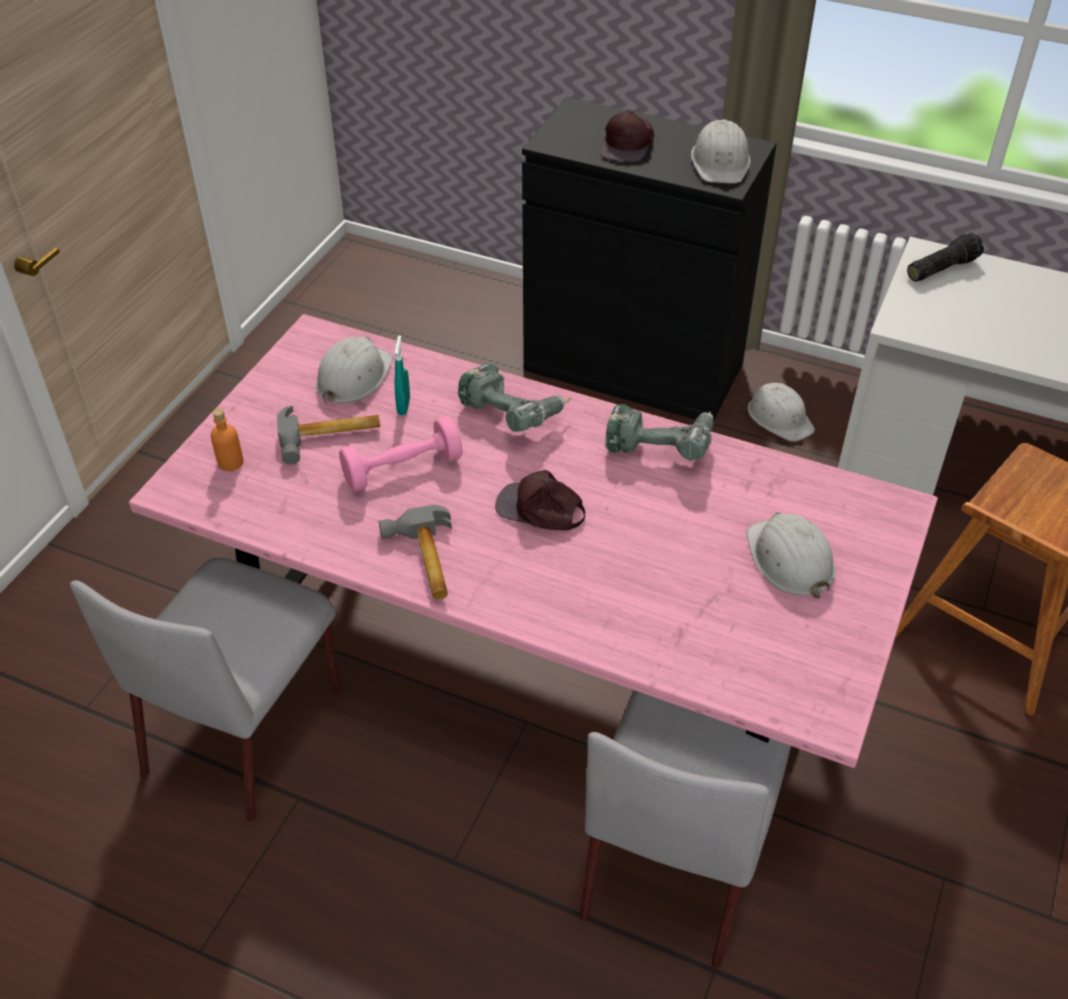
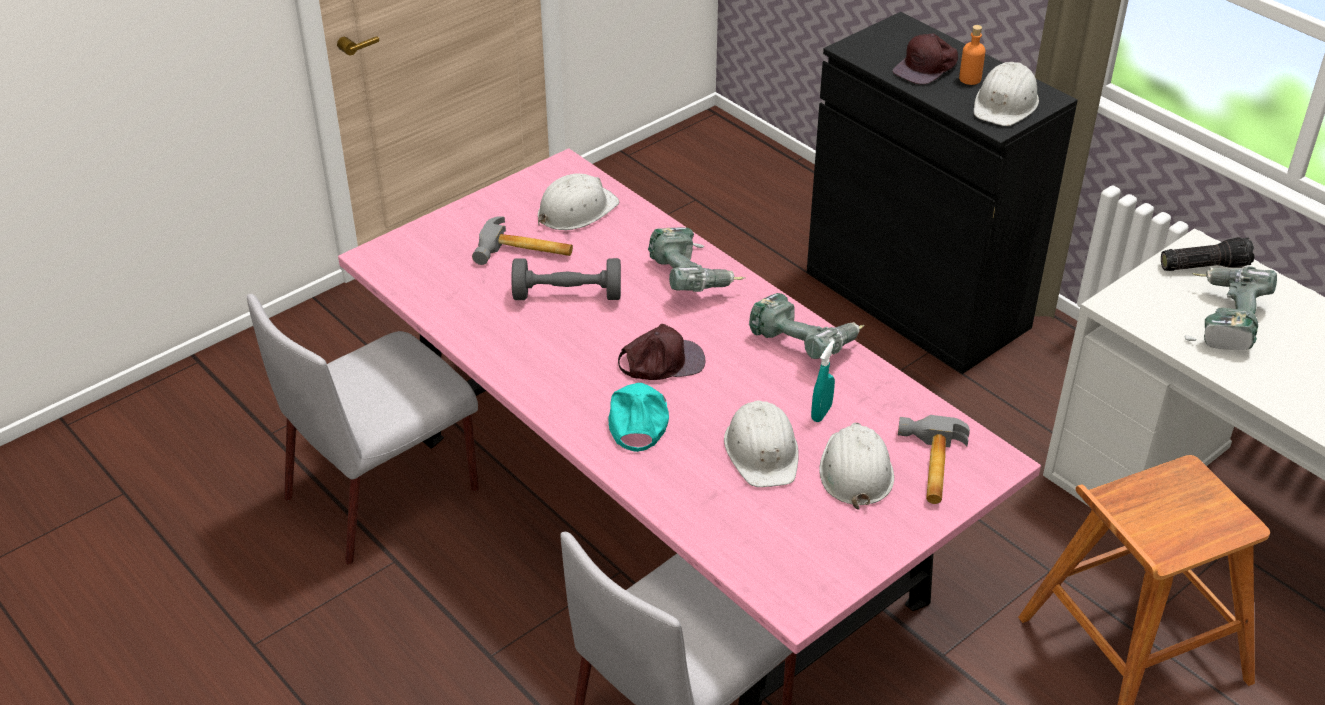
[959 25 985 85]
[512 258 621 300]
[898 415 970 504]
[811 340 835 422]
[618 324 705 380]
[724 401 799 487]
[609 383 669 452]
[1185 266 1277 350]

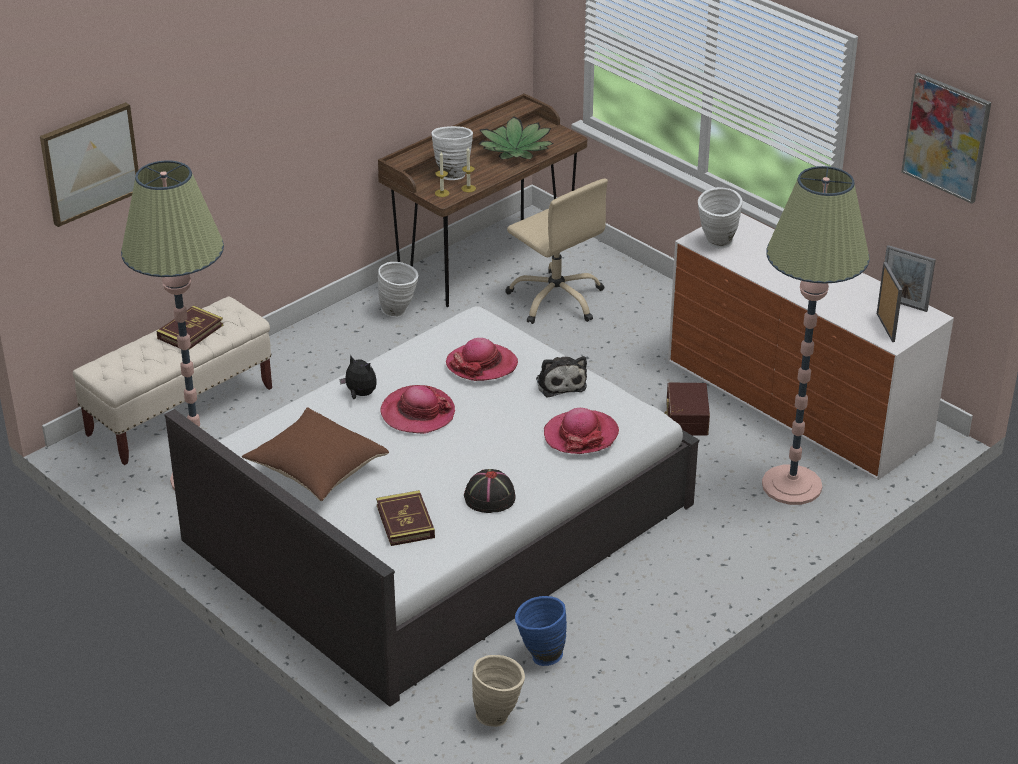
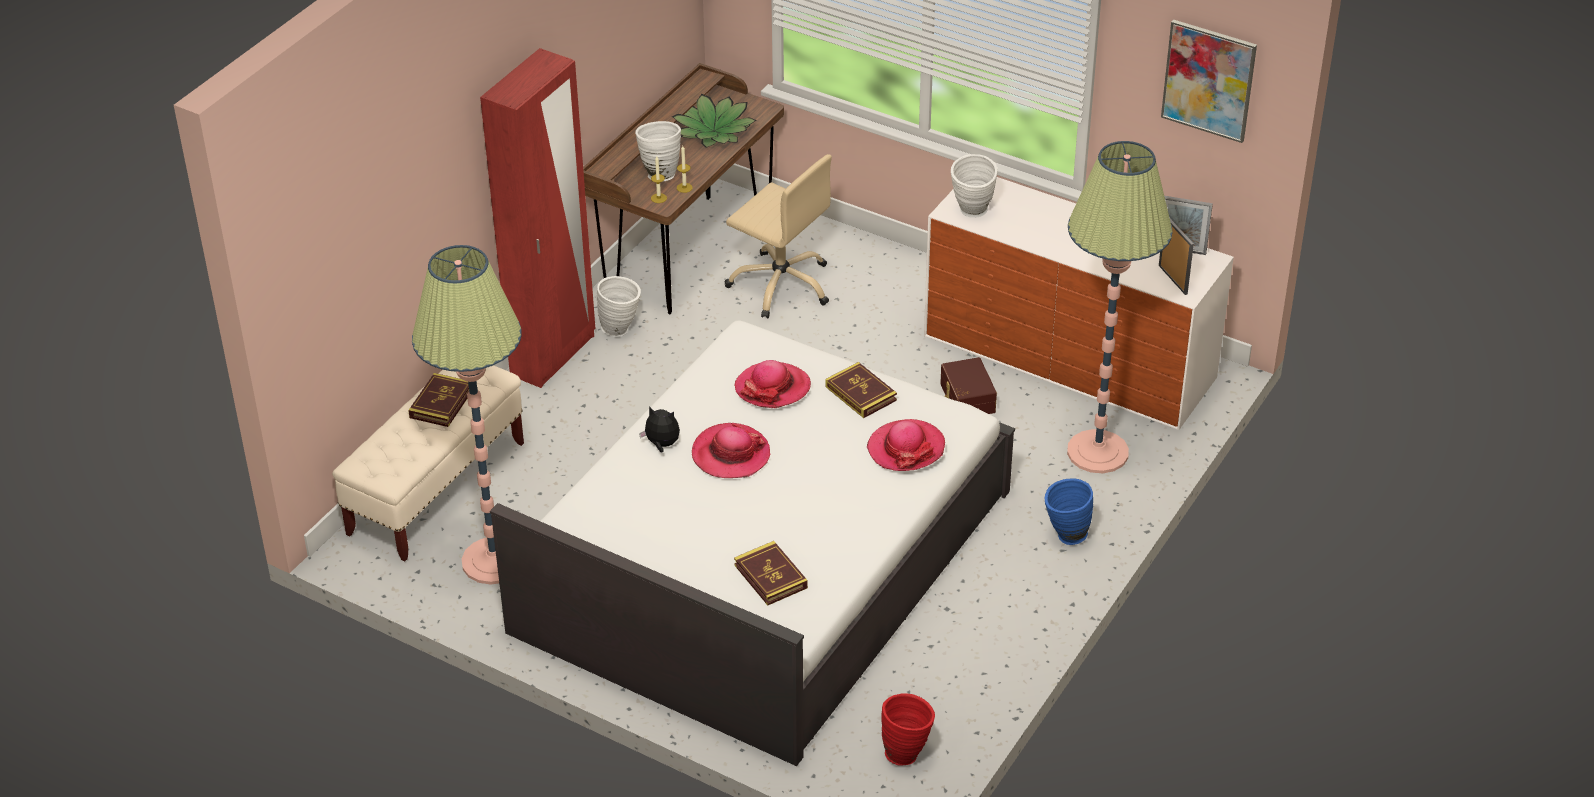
[40 102 139 227] (first image)
[242 408 389 501] (first image)
[464 469 516 513] (first image)
[881 693 935 765]
[1045 478 1093 545]
[825 362 897 418]
[480 48 595 388]

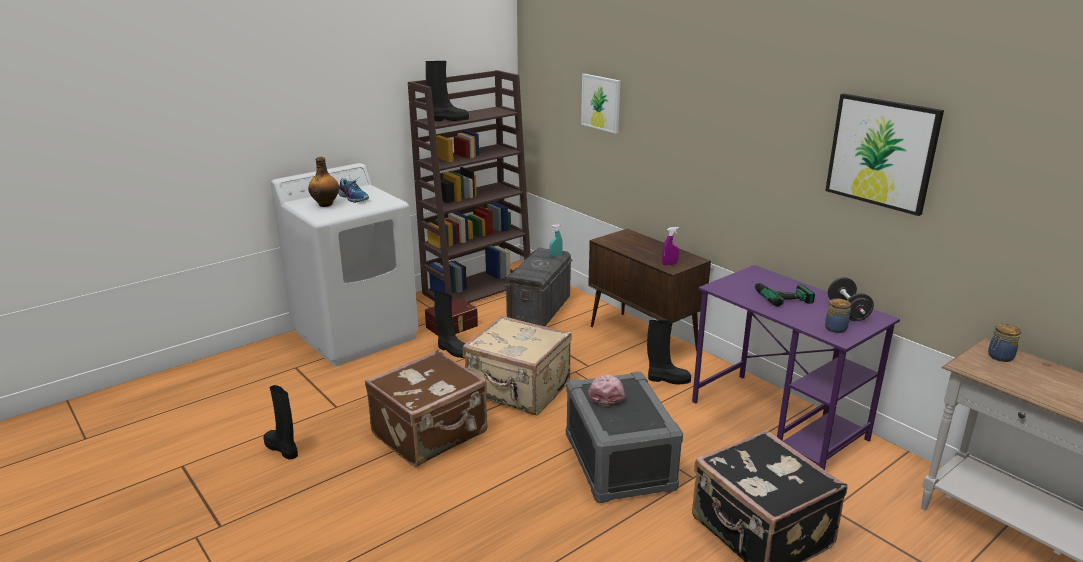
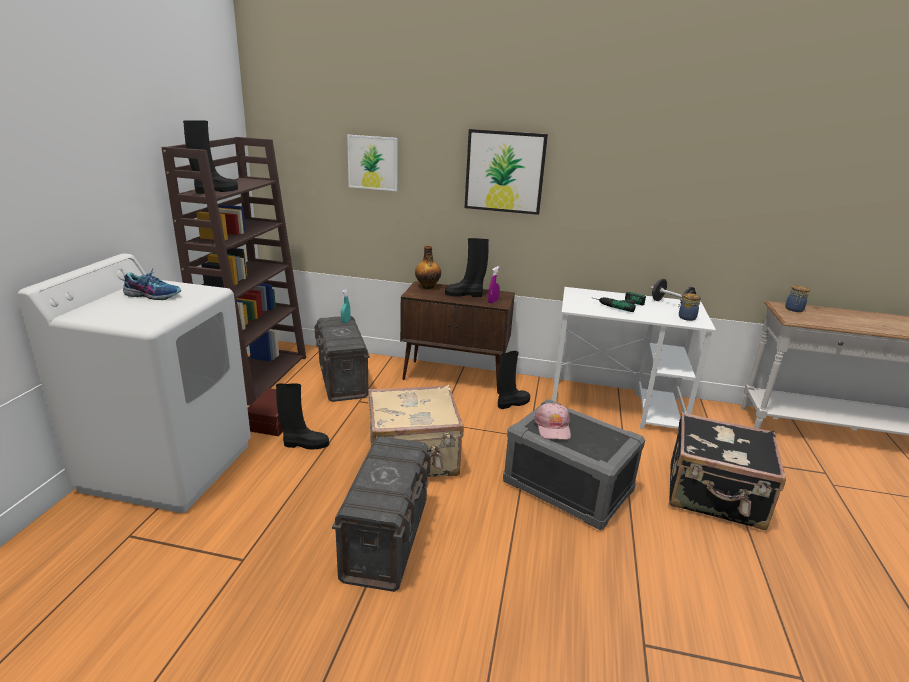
[445 238 489 297]
[415 245 441 289]
[332 436 431 592]
[534 403 571 440]
[552 287 716 429]
[465 129 548 215]

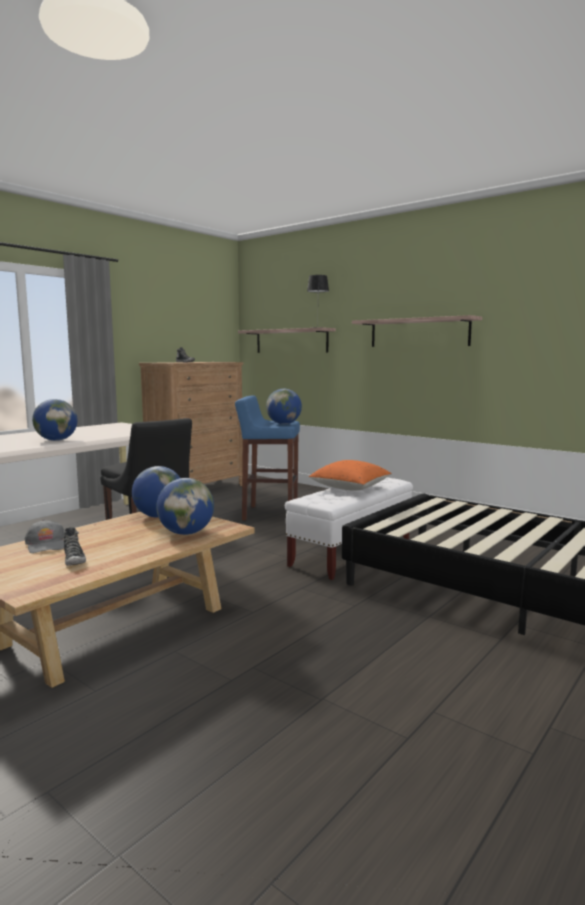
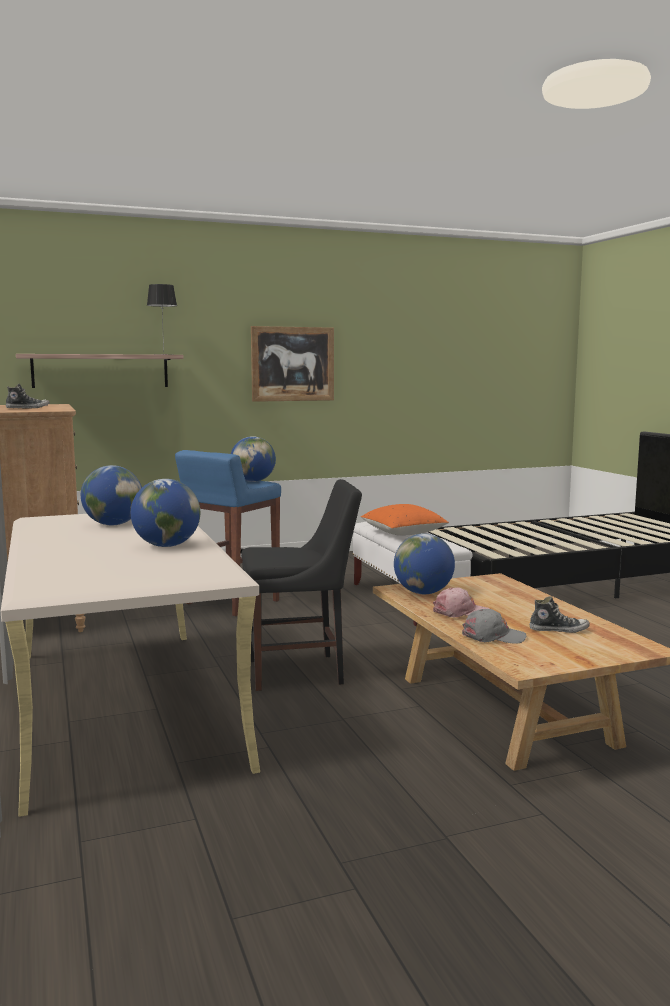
[81 465 142 525]
[251 326 334 402]
[433 588 490 618]

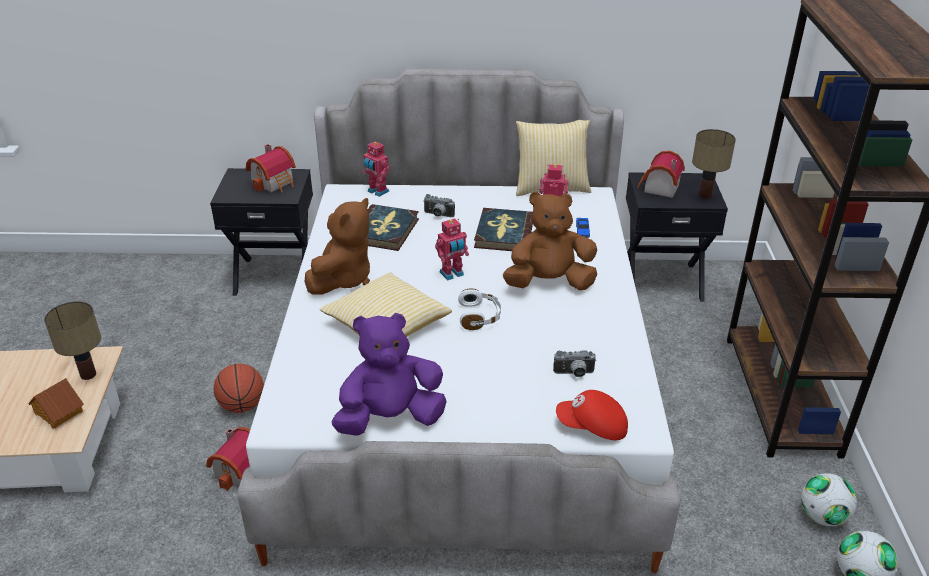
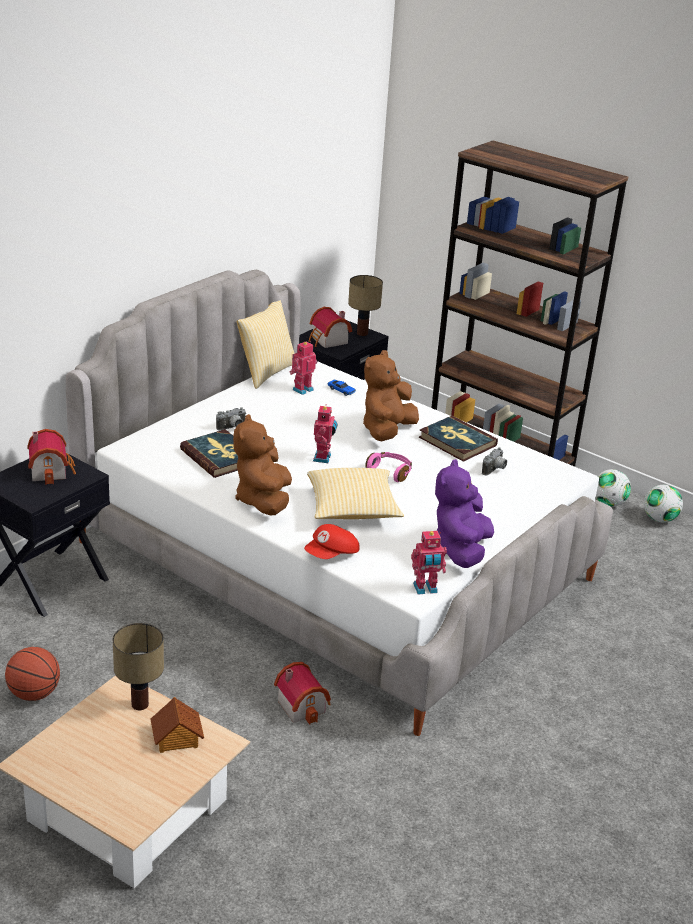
[5 647 60 701]
[233 414 292 515]
[411 531 447 594]
[365 452 412 482]
[419 416 498 462]
[304 524 360 559]

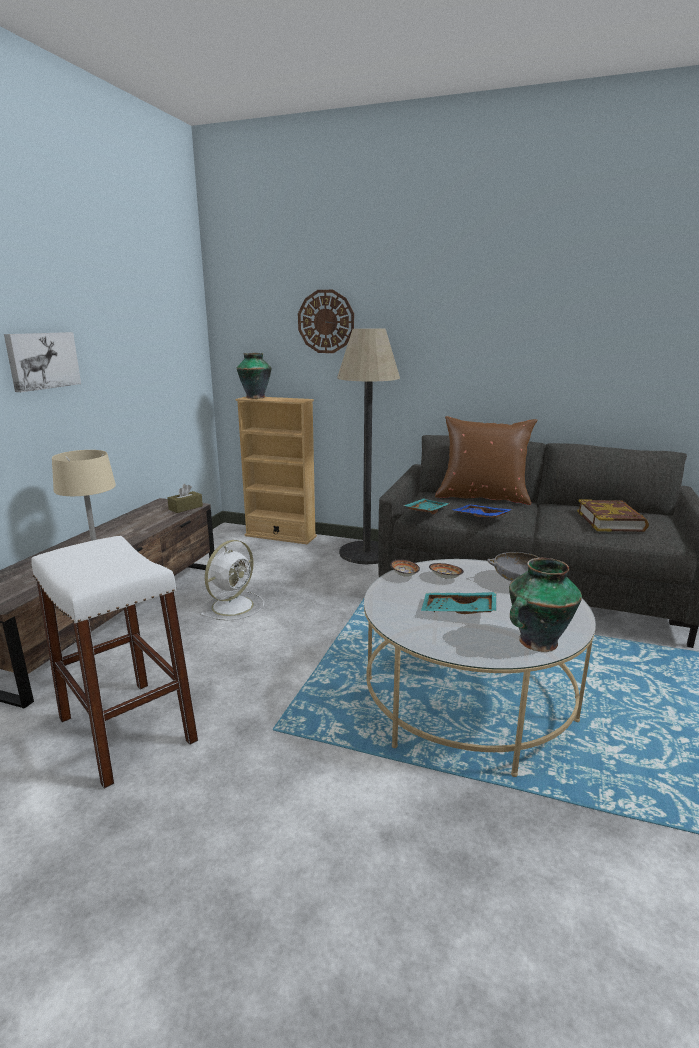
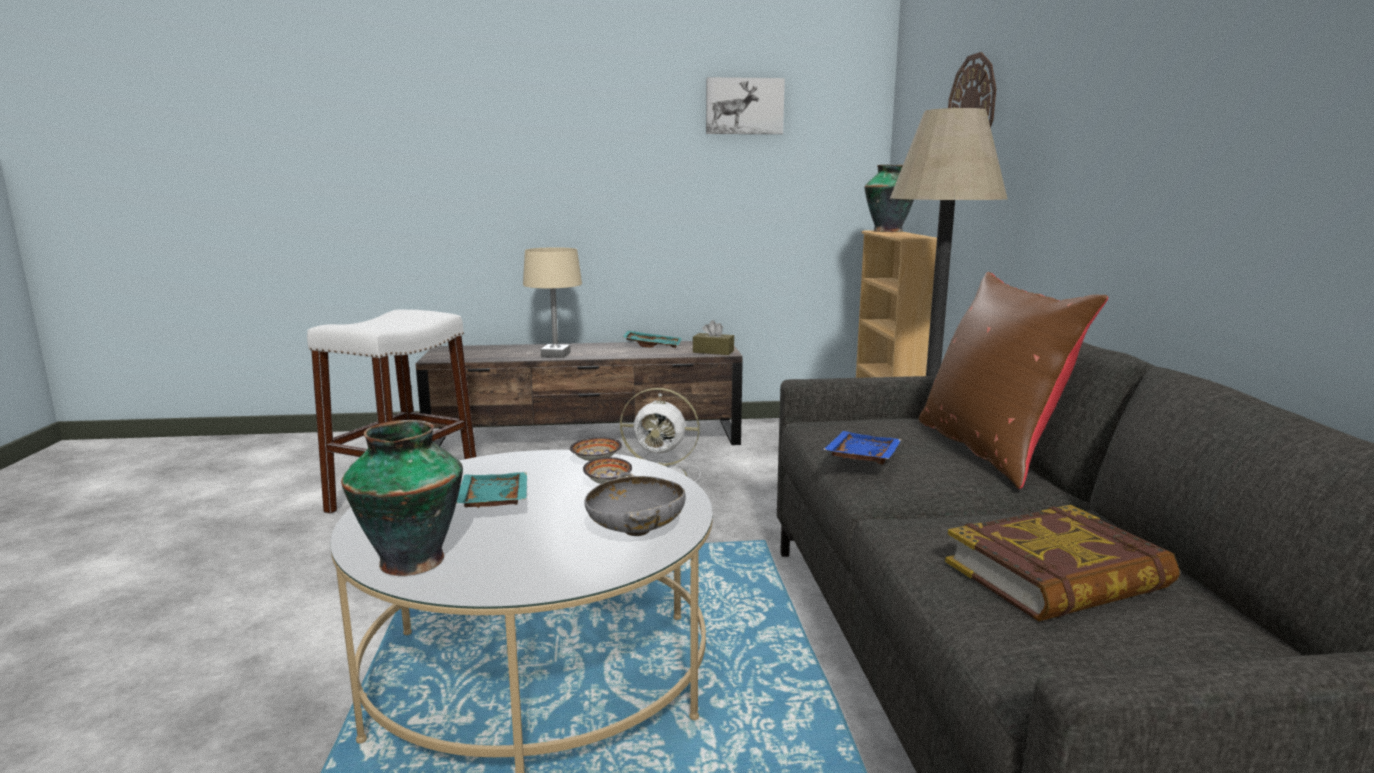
[706 77 785 134]
[623 330 682 348]

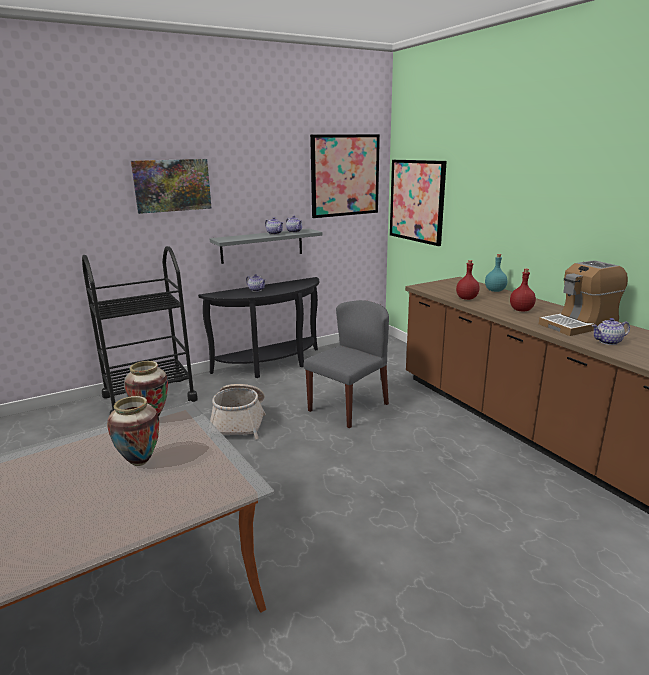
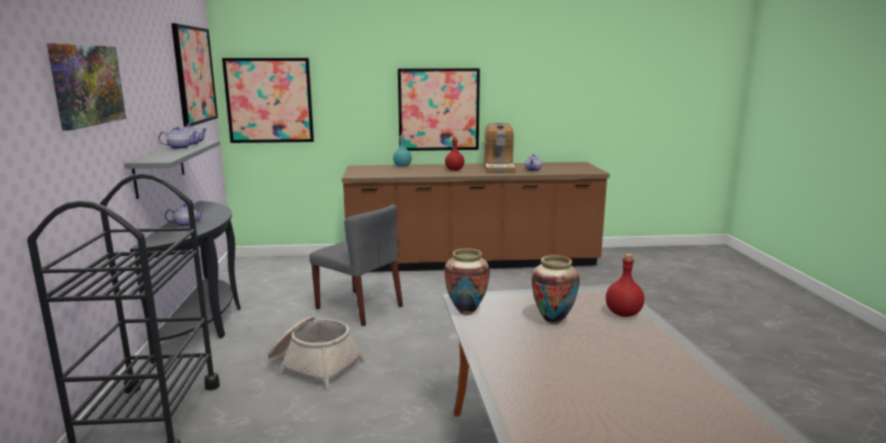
[309 204 403 326]
[606 254 644 317]
[398 68 480 151]

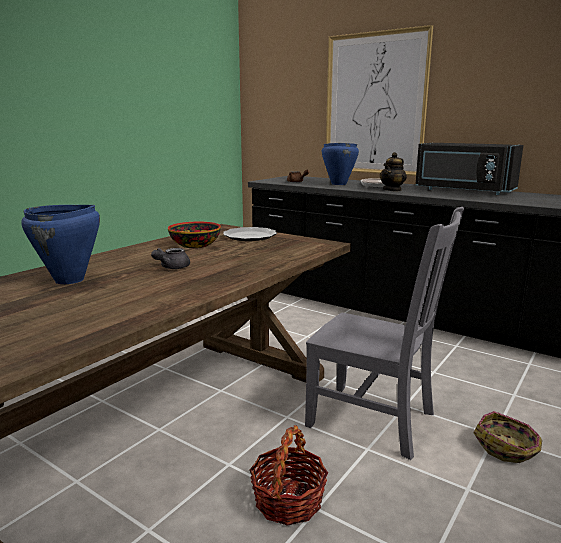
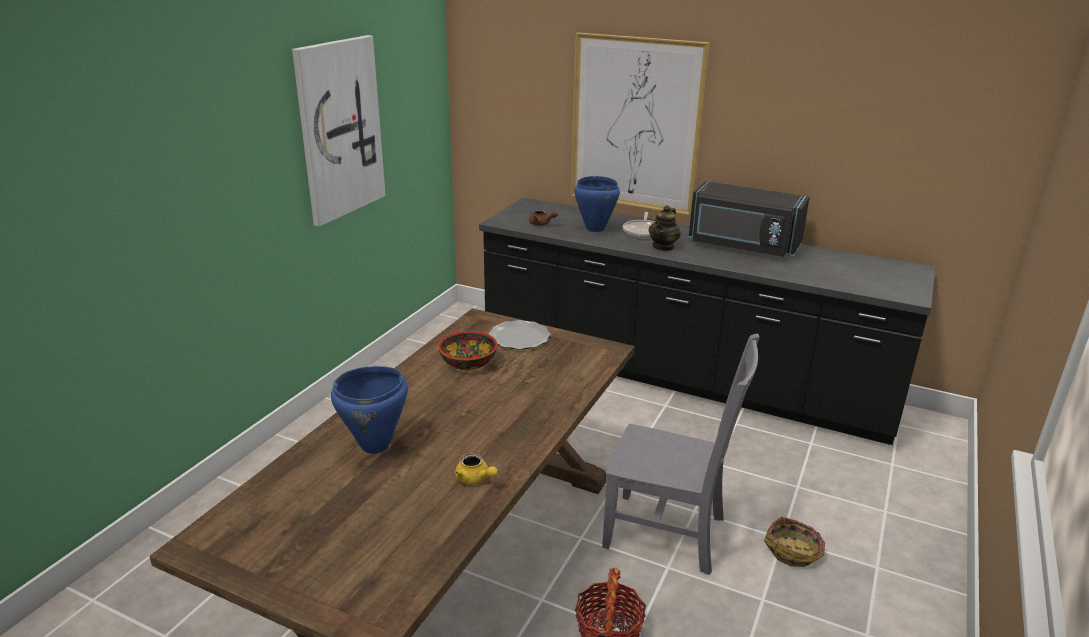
[151 248 190 269] (first image)
[292 35 386 226]
[455 453 498 485]

